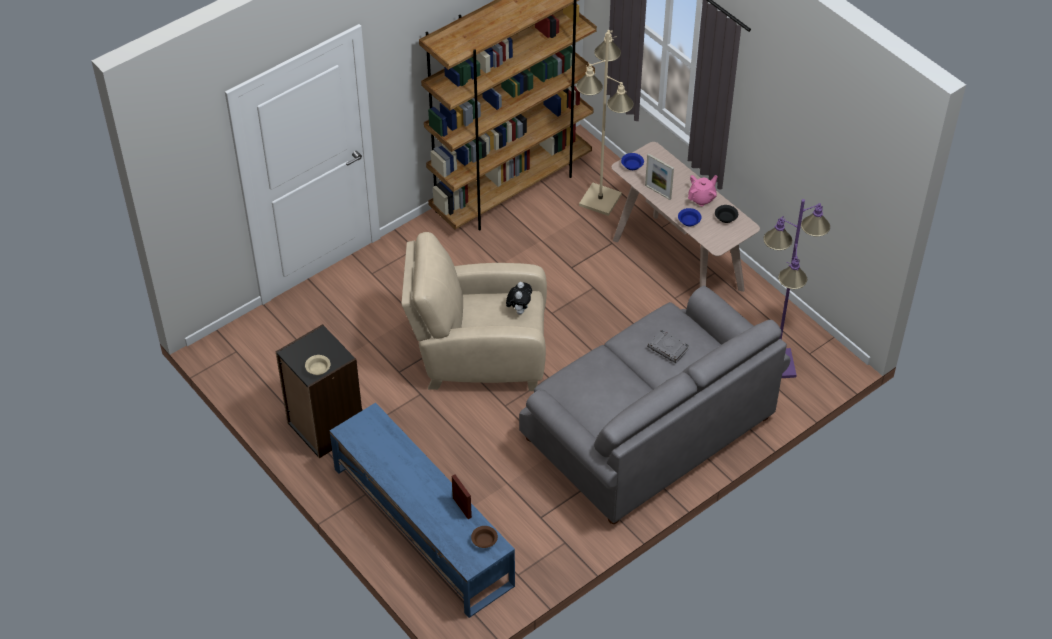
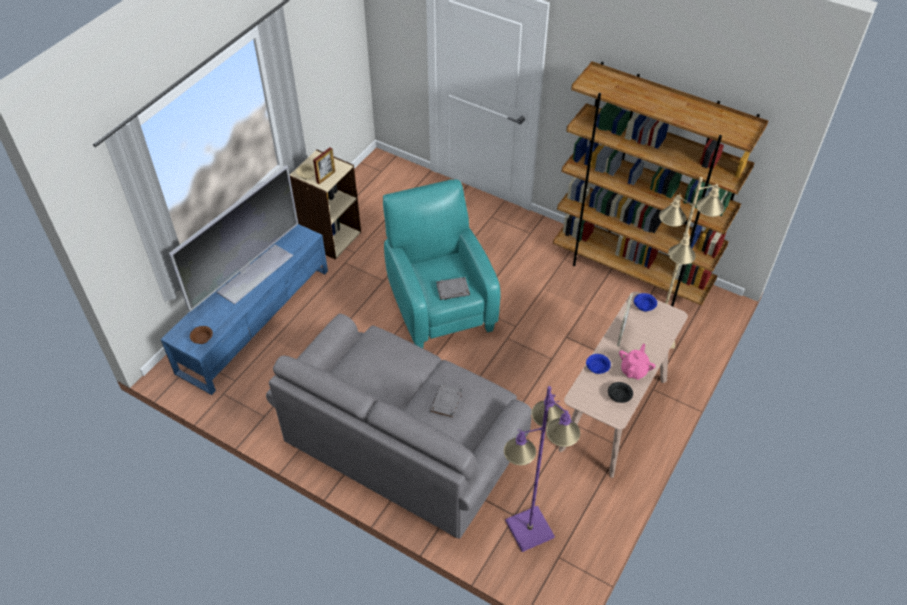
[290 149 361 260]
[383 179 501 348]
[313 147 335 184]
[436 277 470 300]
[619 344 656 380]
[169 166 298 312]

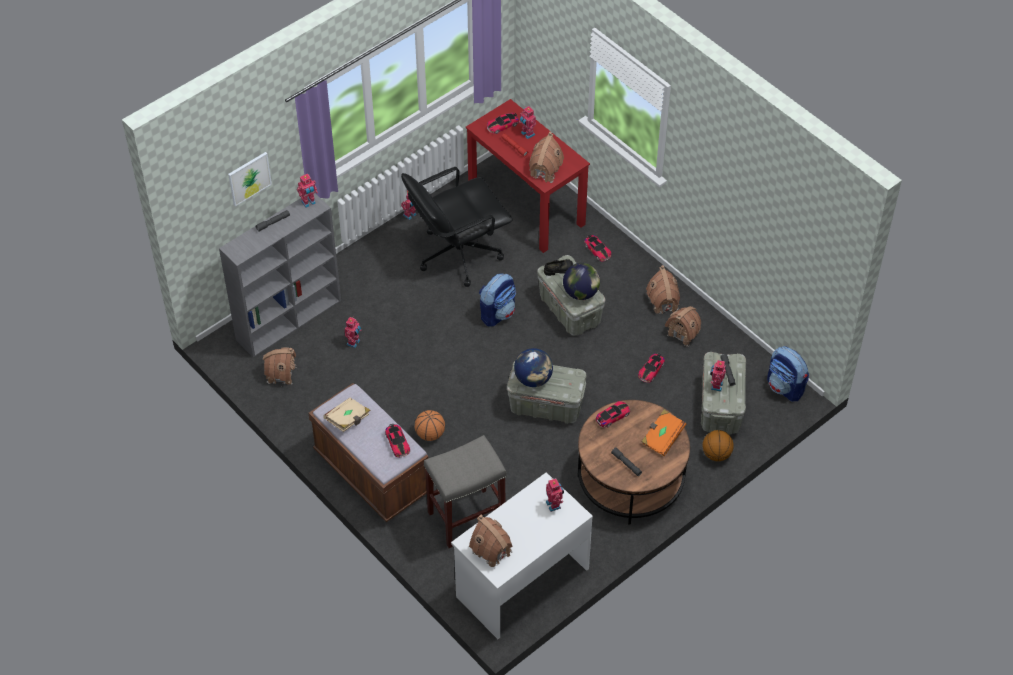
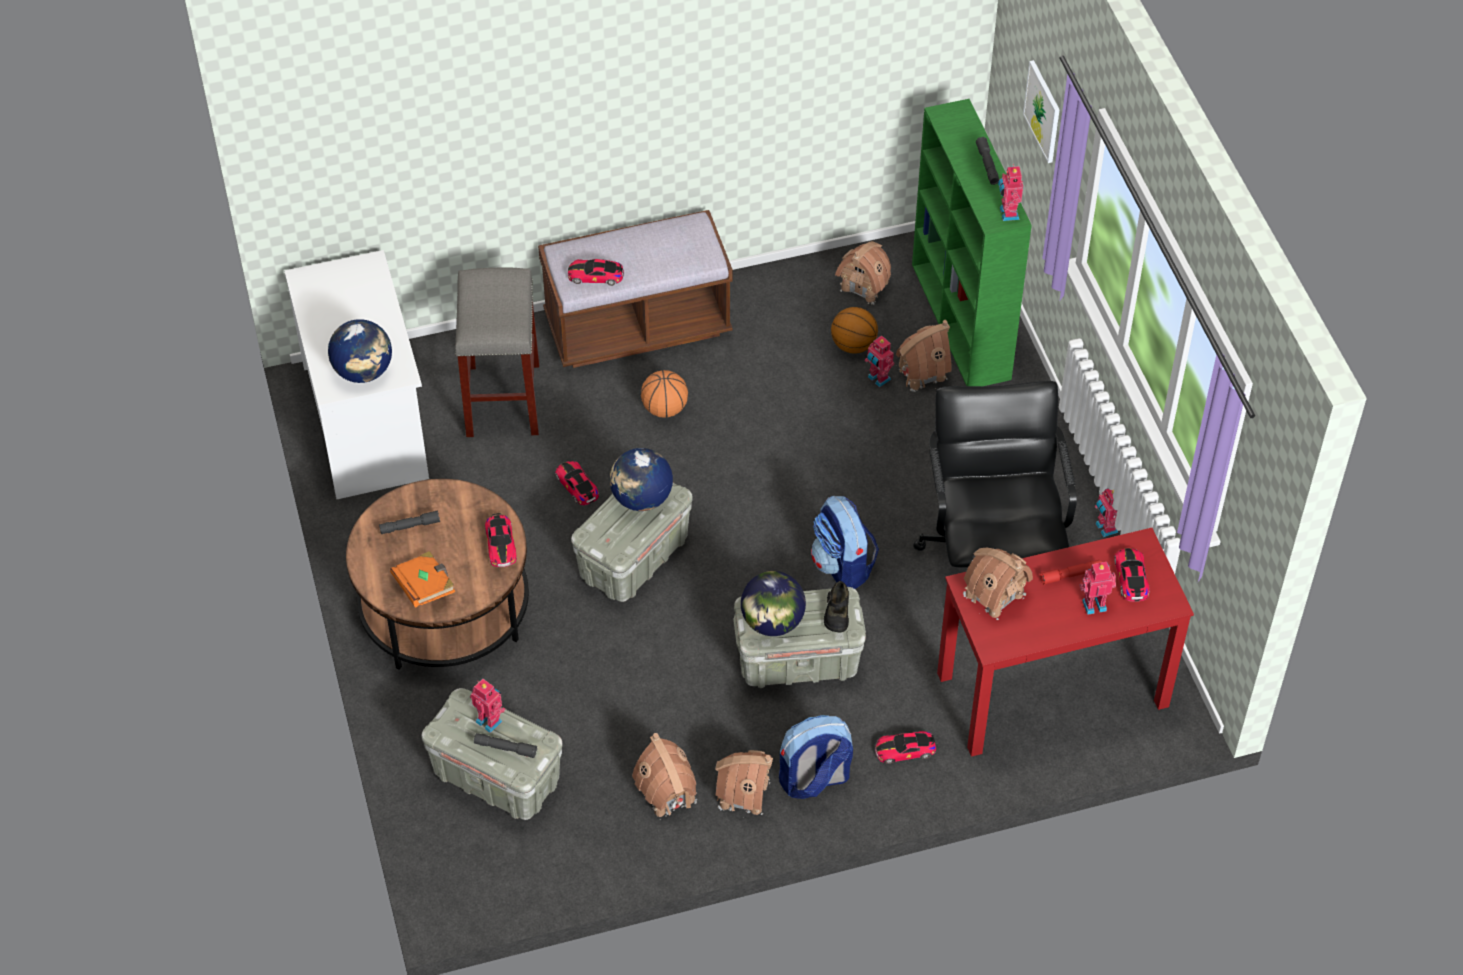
[912 99 1032 386]
[323 397 370 432] (first image)
[896 320 952 392]
[328 319 392 383]
[555 461 599 506]
[831 307 878 354]
[779 715 853 799]

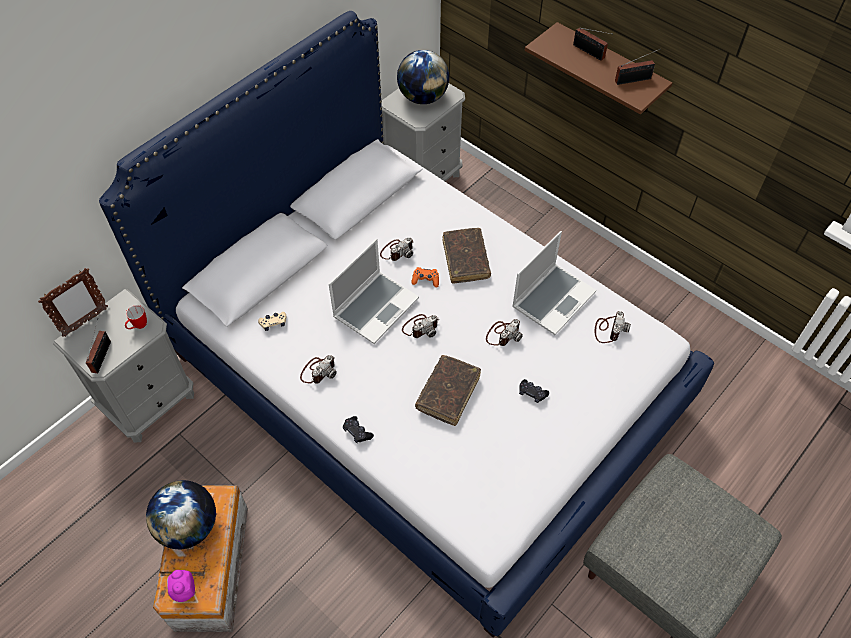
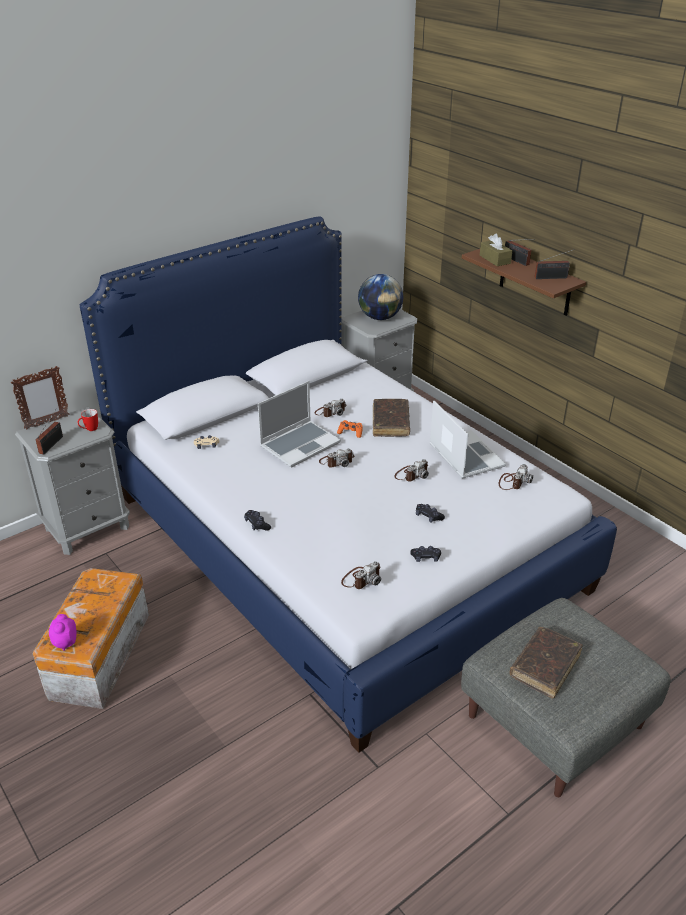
[146 480 216 549] (first image)
[341 561 381 589]
[509 627 583 699]
[430 400 506 479]
[410 546 441 562]
[480 234 512 266]

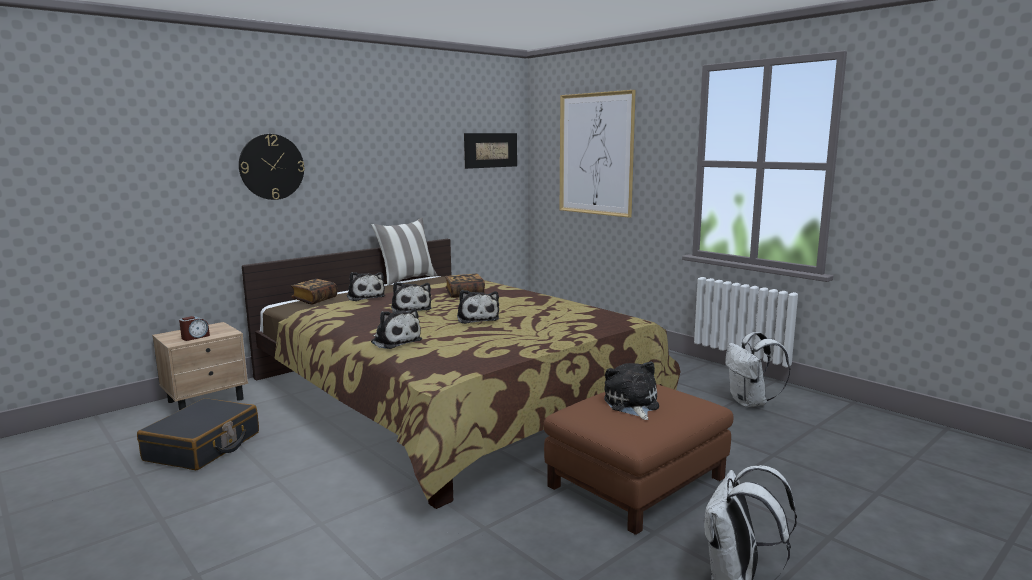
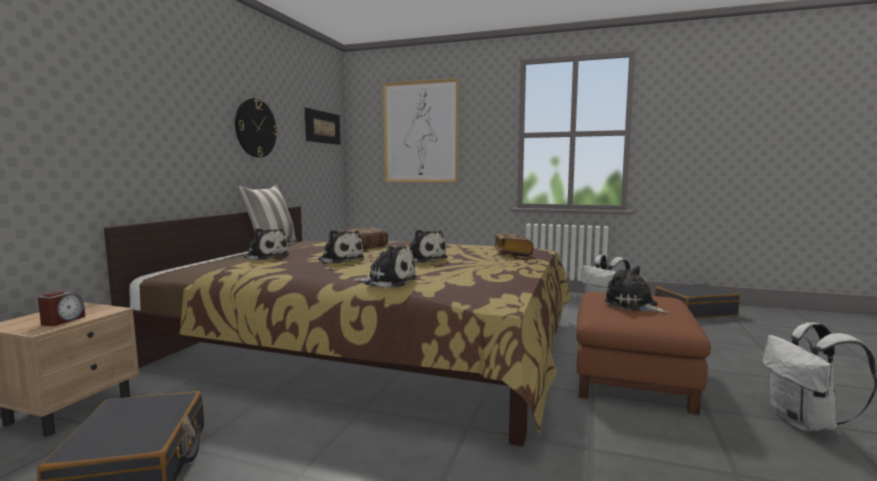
[235 98 278 158]
[494 233 534 257]
[655 283 740 318]

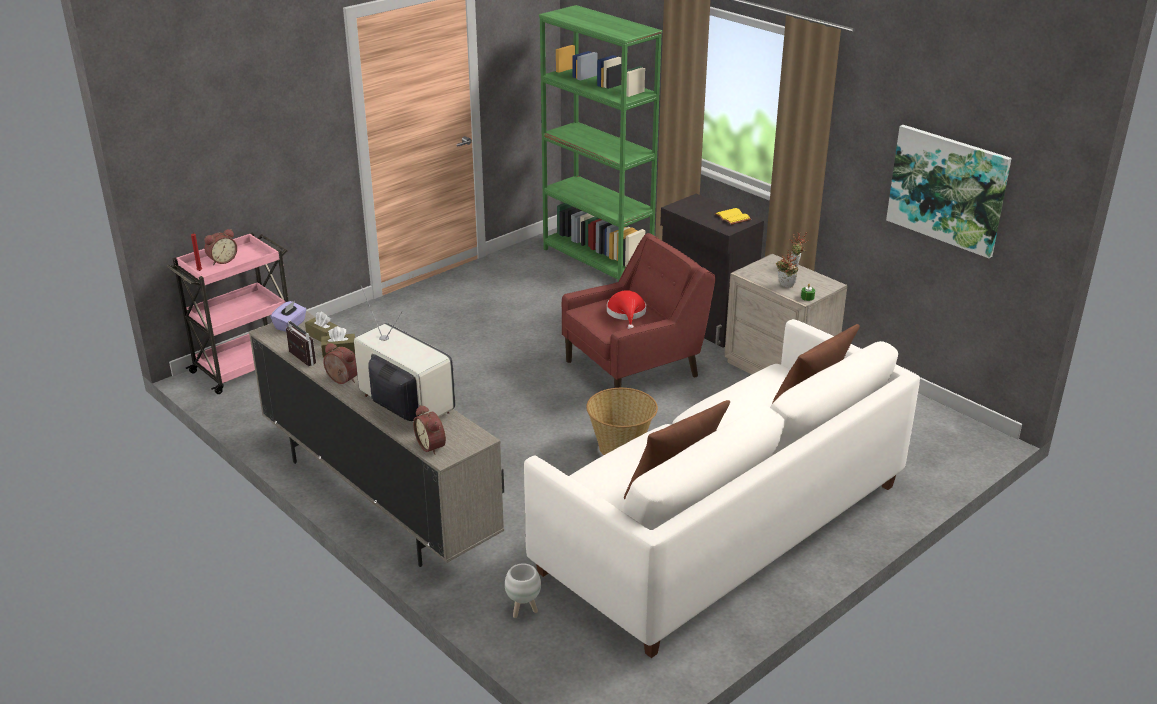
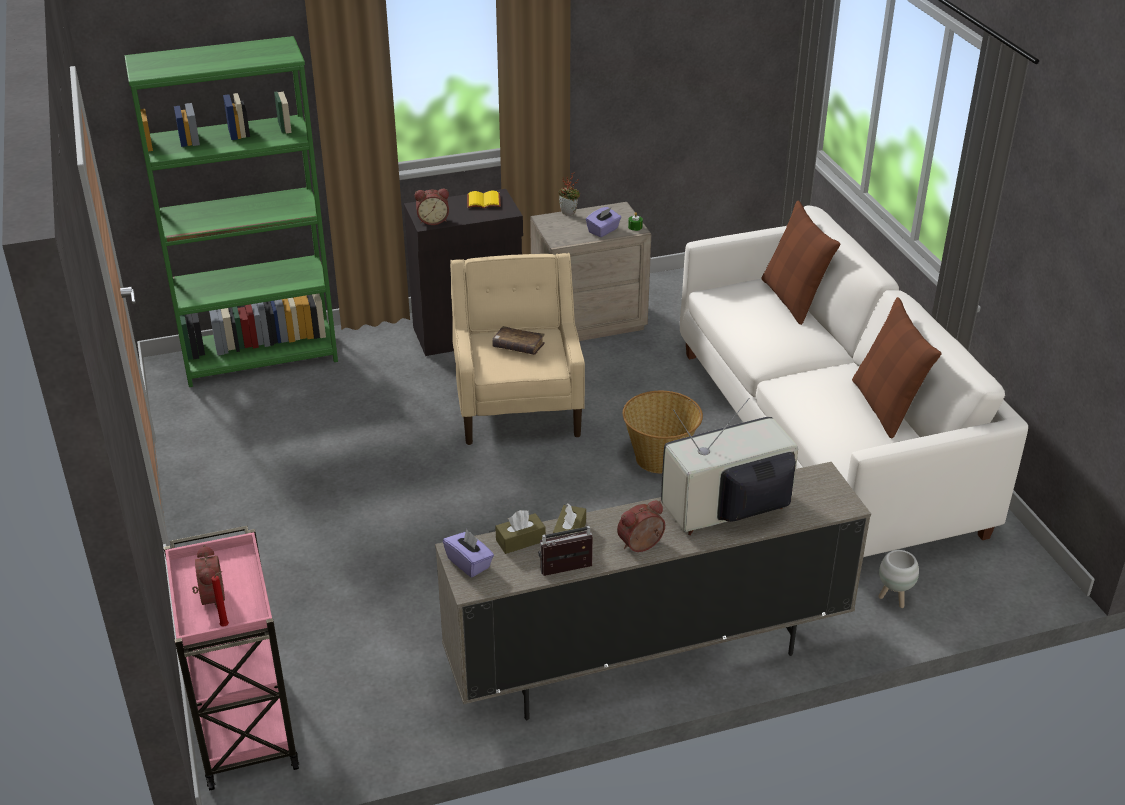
[415 189 449 225]
[450 253 585 445]
[492 326 545 355]
[586 207 621 237]
[886 125 1012 258] (first image)

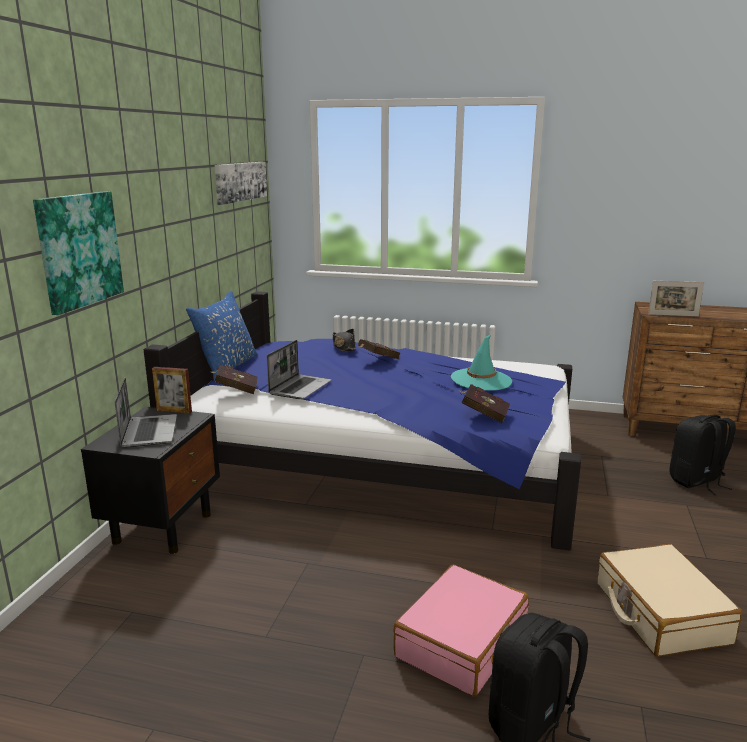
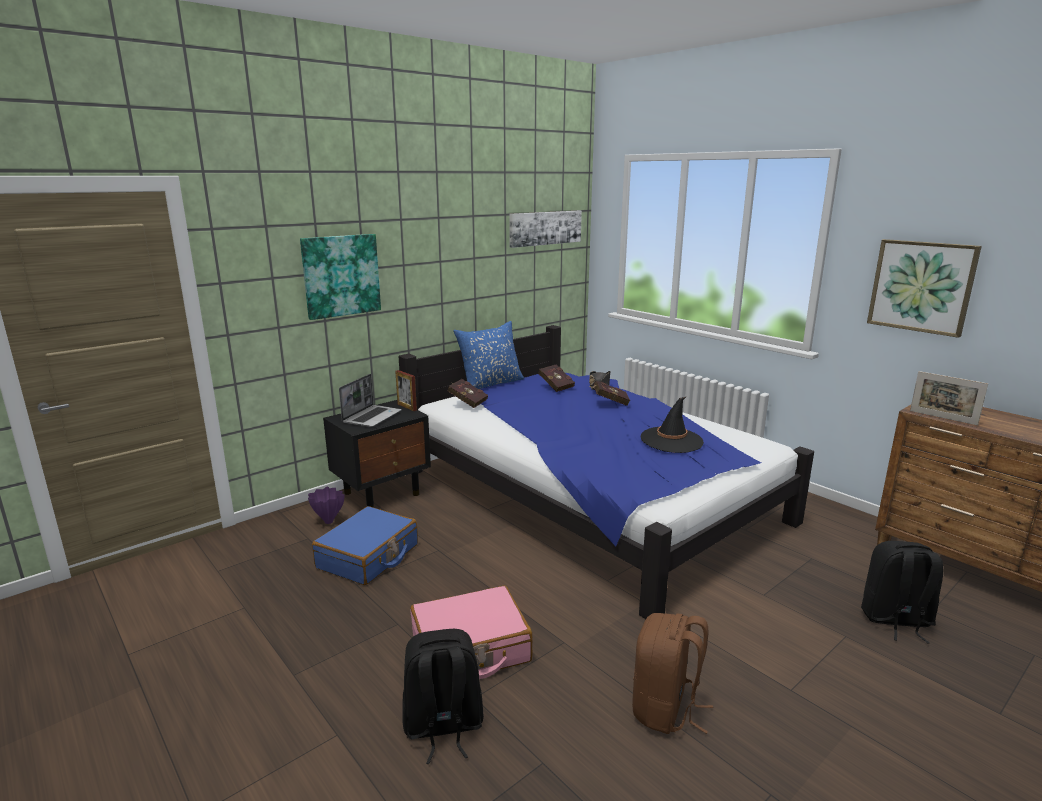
[267 340 331 399] (first image)
[641 396 704 453]
[538 365 575 392]
[632 613 713 734]
[308 487 344 524]
[312 506 418 585]
[867 239 982 338]

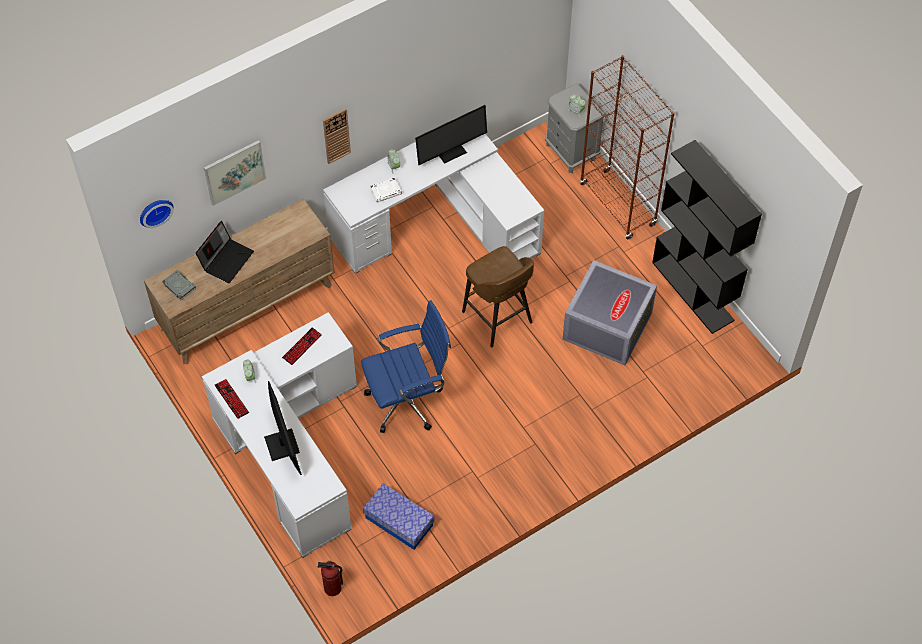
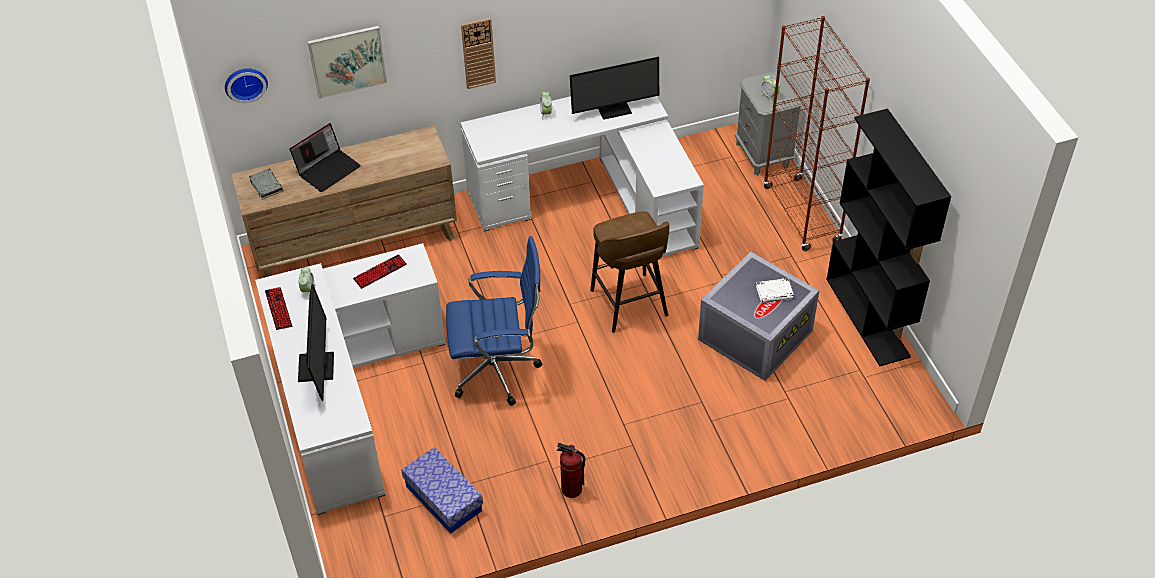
[557 443 585 498]
[756 278 794 303]

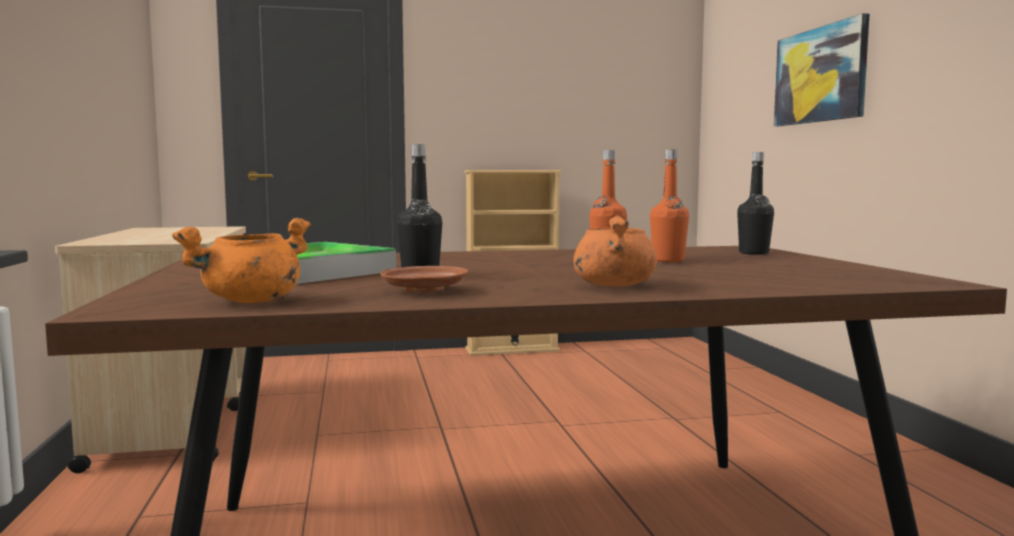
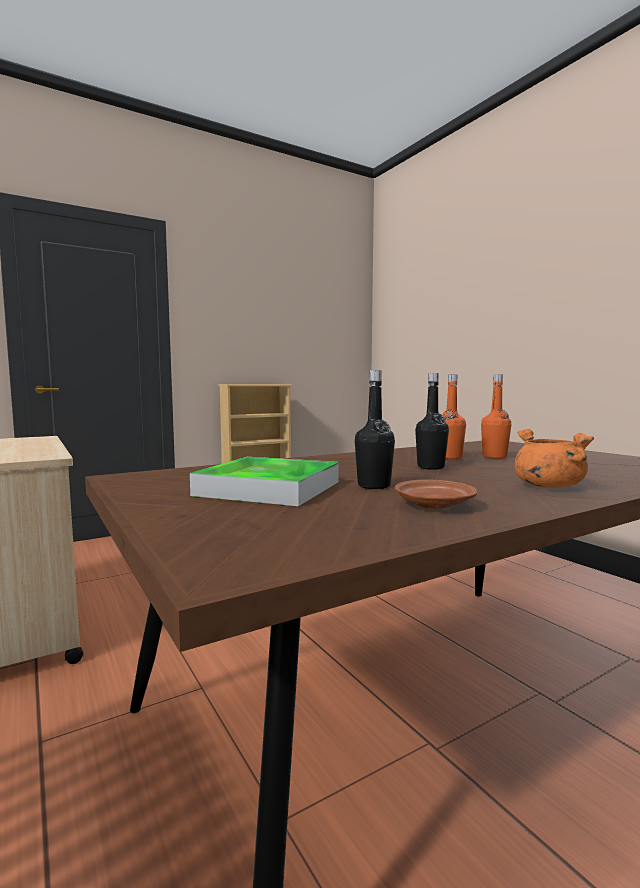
[172 218 311 303] (first image)
[415 373 449 470]
[774 13 869 126] (first image)

